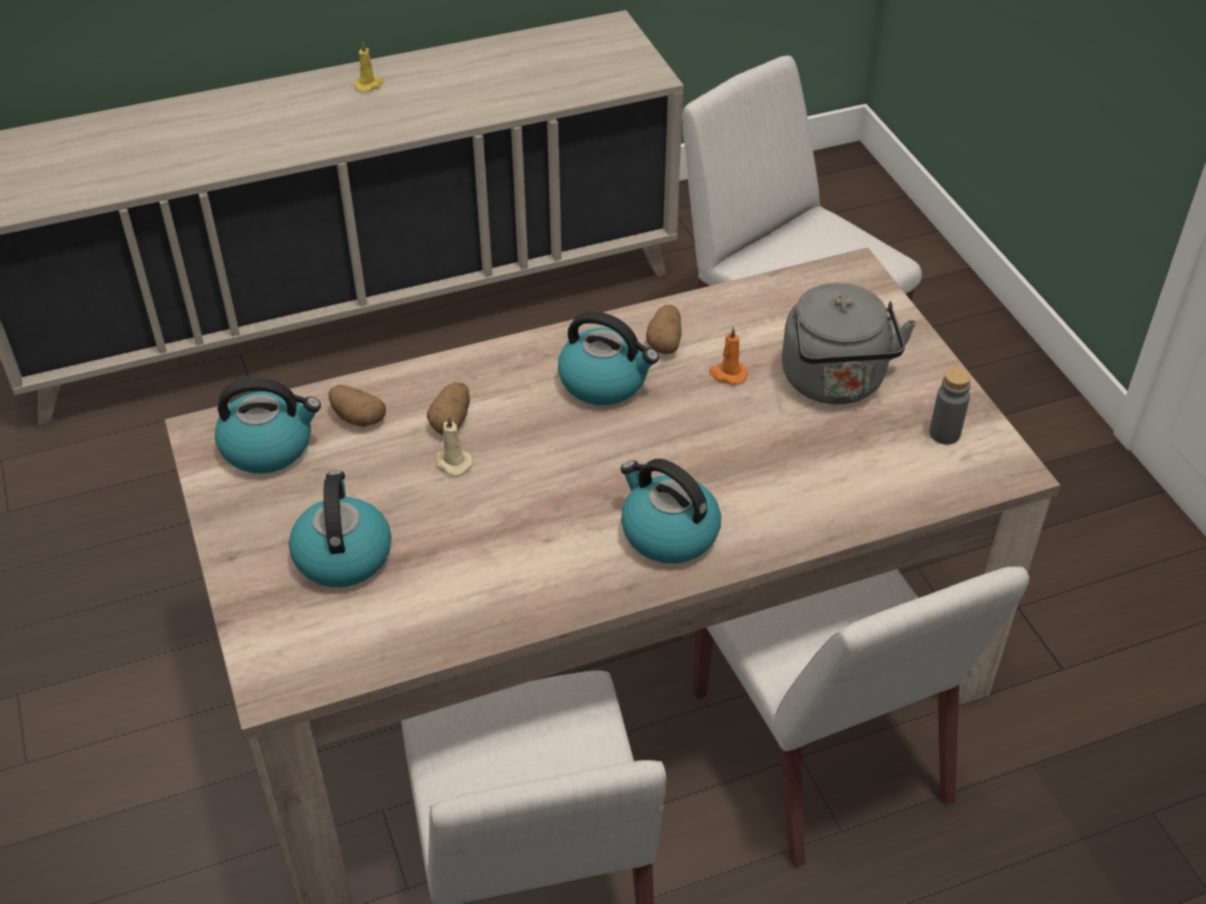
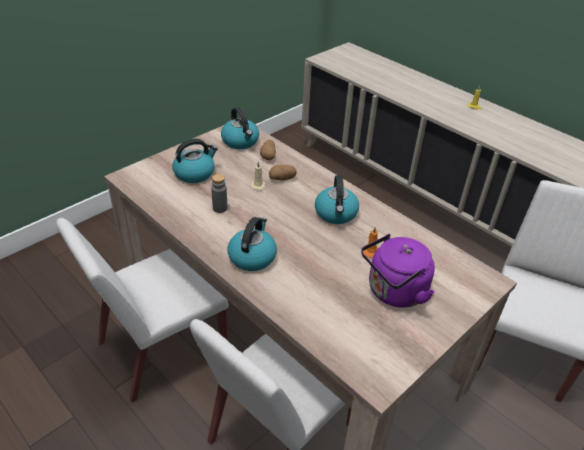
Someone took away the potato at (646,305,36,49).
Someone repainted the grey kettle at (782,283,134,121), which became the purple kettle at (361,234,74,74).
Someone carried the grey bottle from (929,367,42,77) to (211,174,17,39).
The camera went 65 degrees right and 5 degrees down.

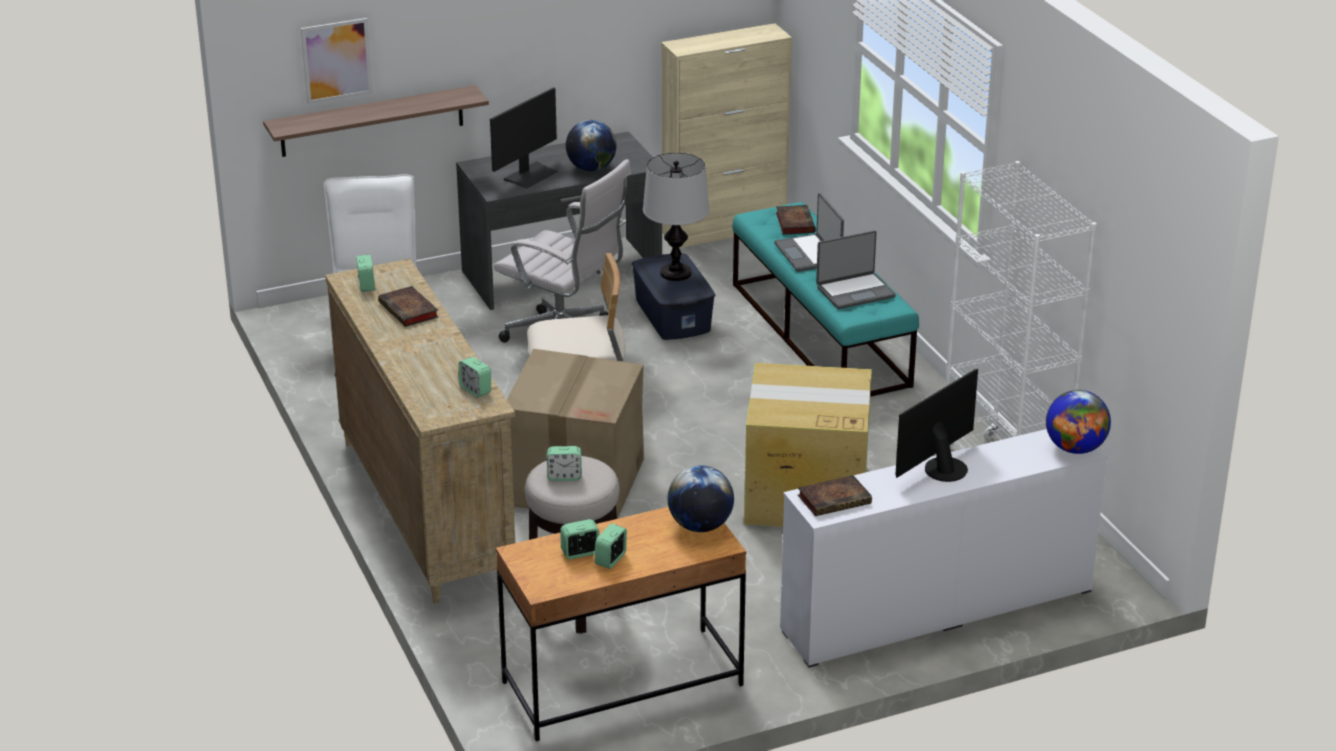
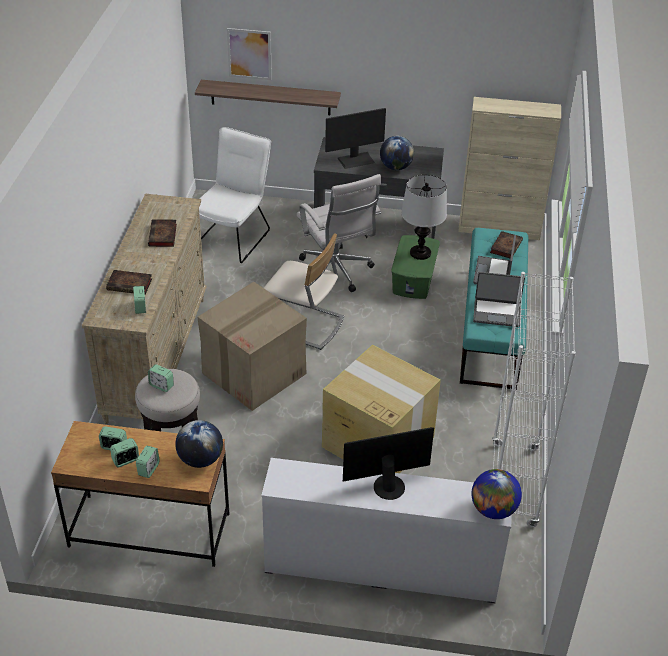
Someone carried the alarm clock from (356,255,19,37) to (136,446,24,32).
Someone repainted the blue storage box at (632,253,83,87), which became the green storage box at (391,235,49,64).
Someone carried the book from (798,475,74,41) to (106,270,46,25).
The camera went 30 degrees right and 10 degrees up.

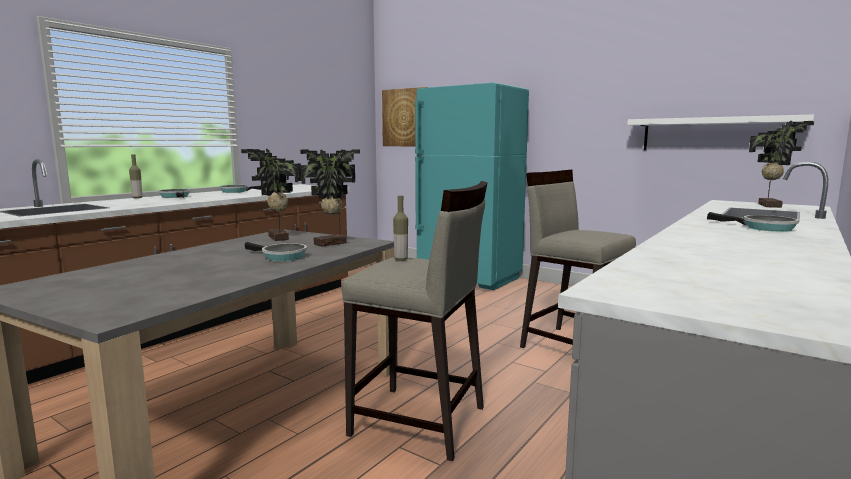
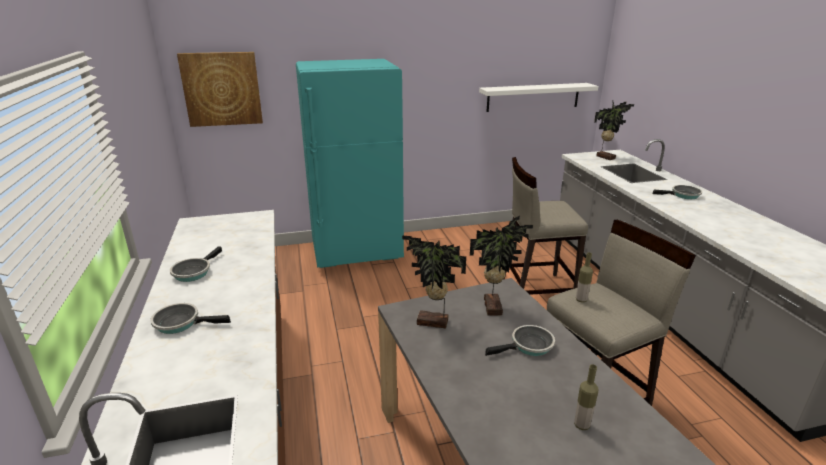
Someone carried the bottle from (129,154,14,44) to (574,364,24,66).
The camera went 50 degrees left and 15 degrees up.

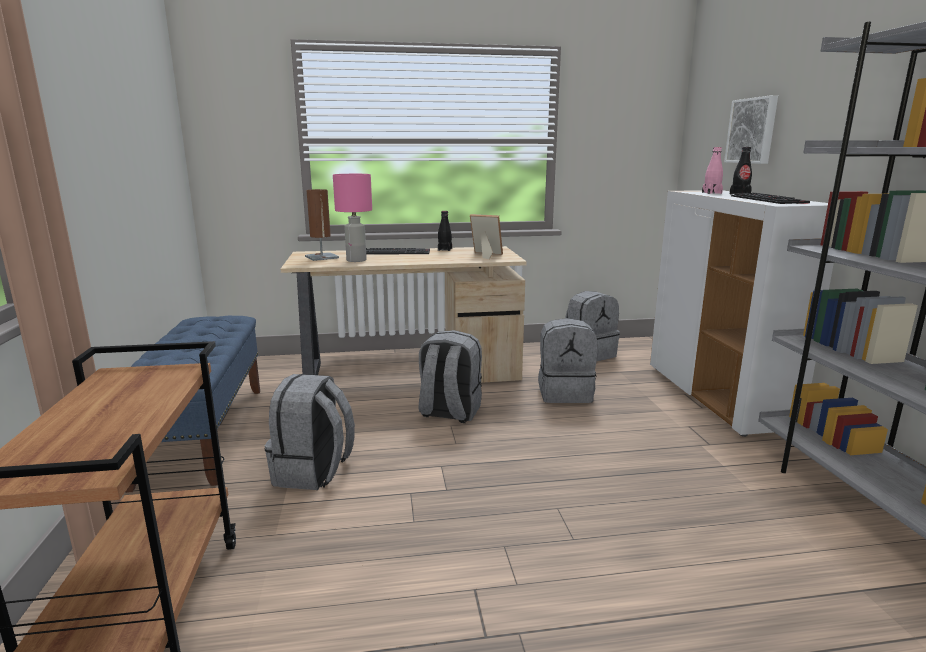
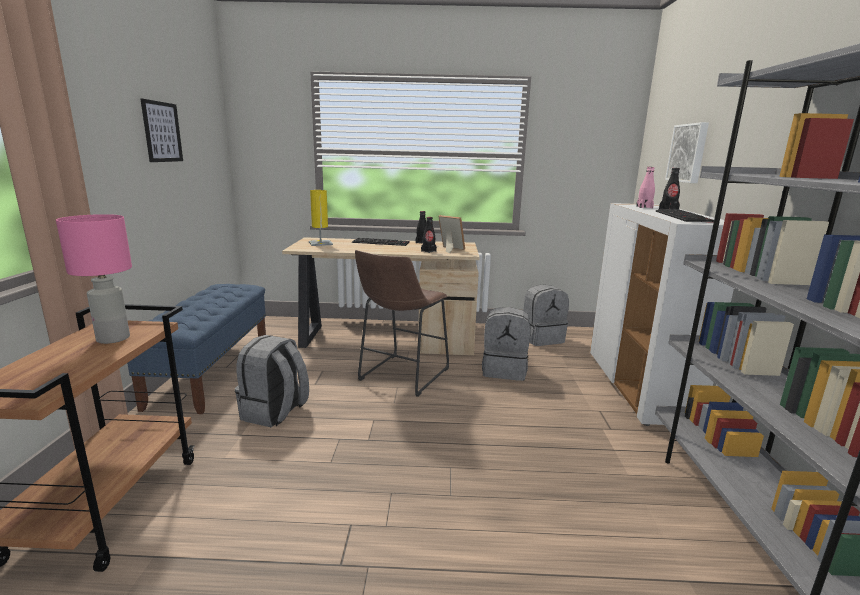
Someone repainted the brown table lamp at (305,189,34,72), which became the yellow table lamp at (309,190,24,56).
Someone carried the pink table lamp from (333,174,39,88) to (56,214,76,130).
Someone swapped the grey backpack at (418,330,64,93) for the brown stool at (355,250,94,147).
Someone put up the picture at (141,99,42,63).
Someone put down the black bottle at (421,217,16,36).
The camera went 10 degrees right and 0 degrees up.

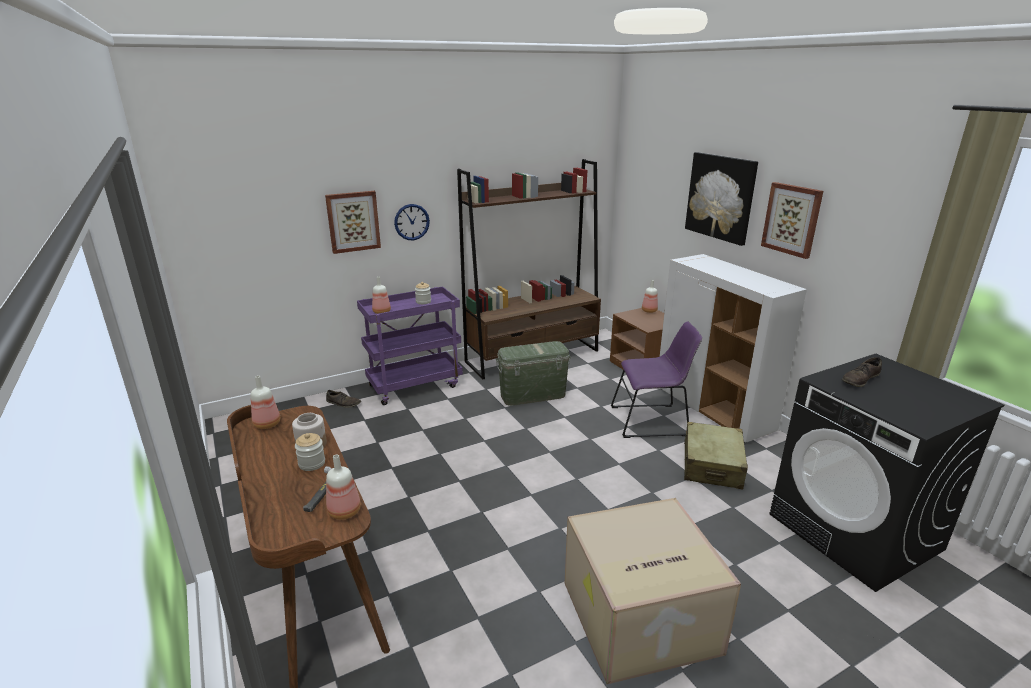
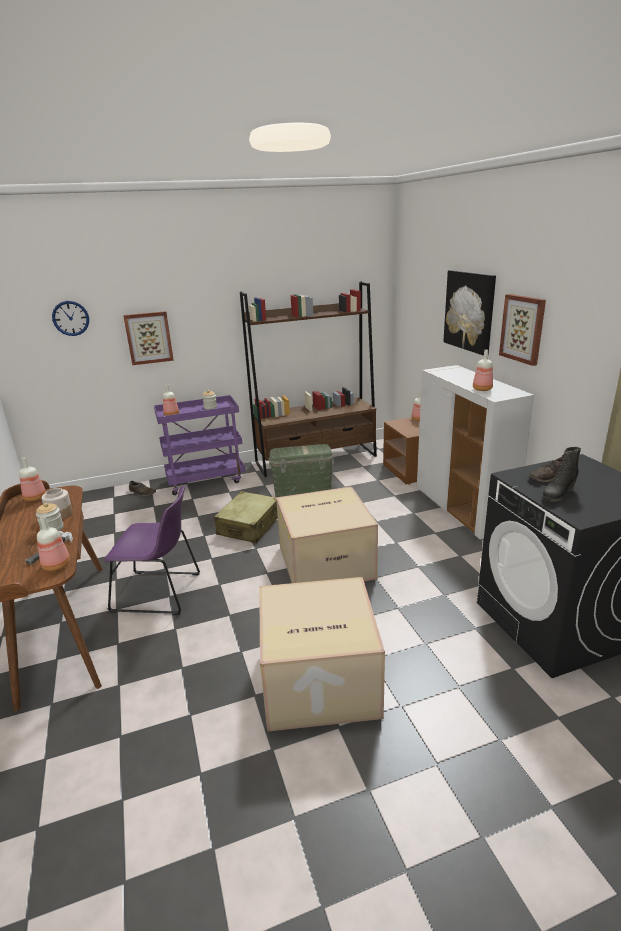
Someone carried the wall clock from (394,204,36,36) to (52,301,37,35).
Someone carried the purple chair from (611,321,91,117) to (104,485,96,130).
Someone carried the beige suitcase from (684,422,64,67) to (214,491,64,52).
Someone put down the cardboard box at (276,486,102,97).
Someone put down the bottle at (473,350,20,41).
Someone put down the black boot at (542,447,39,55).
The camera went 10 degrees right and 0 degrees up.

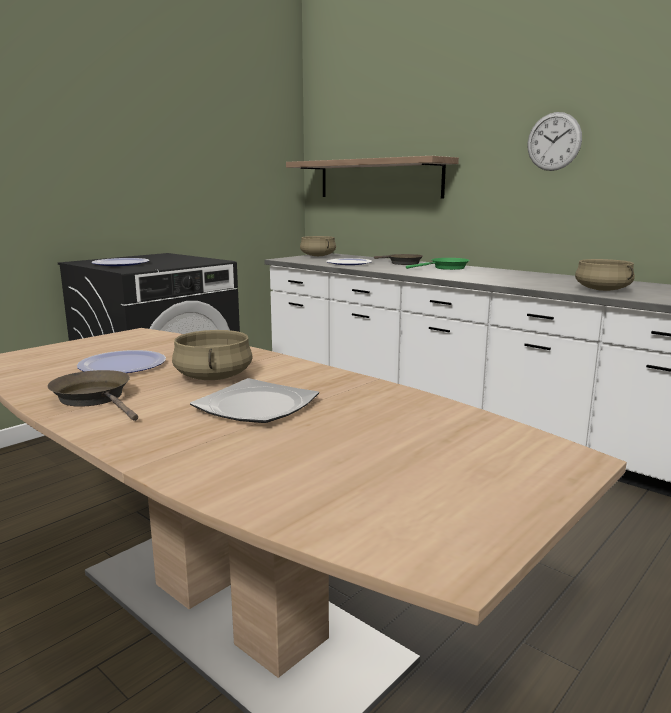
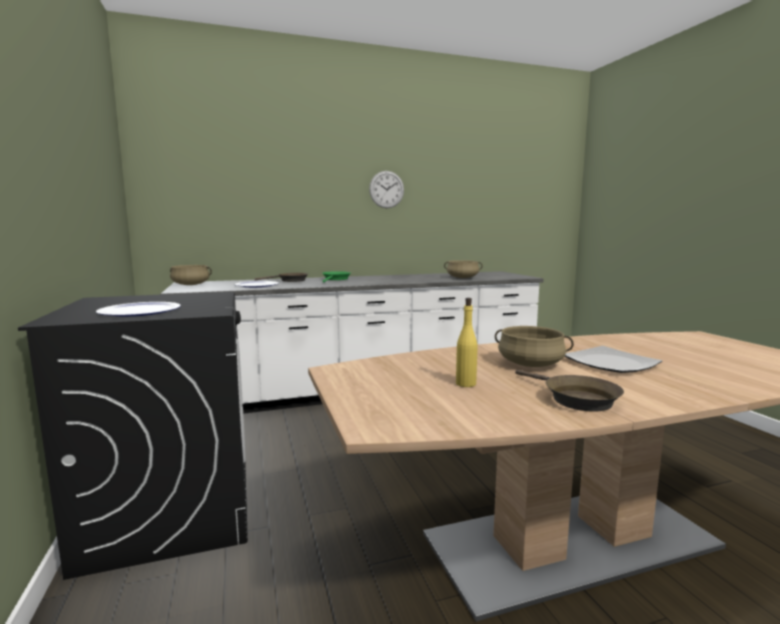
Someone rotated the brown frying pan at (47,370,91,51) by 105 degrees counterclockwise.
Someone swapped the plate at (77,350,89,23) for the yellow bottle at (456,298,22,89).
Someone took away the shelf at (286,156,173,42).
The camera went 60 degrees left and 5 degrees down.

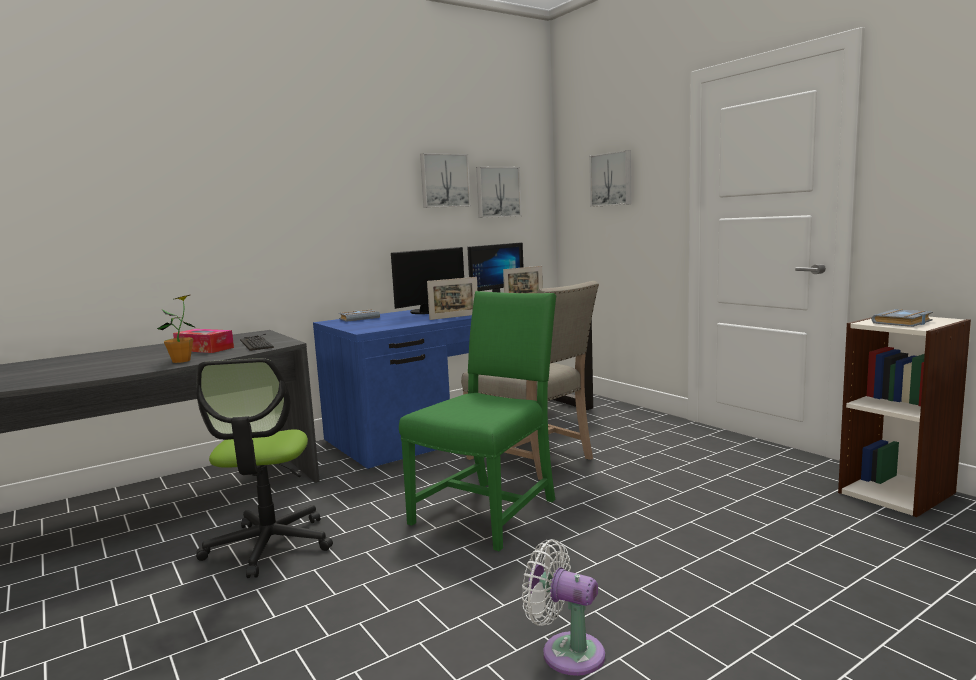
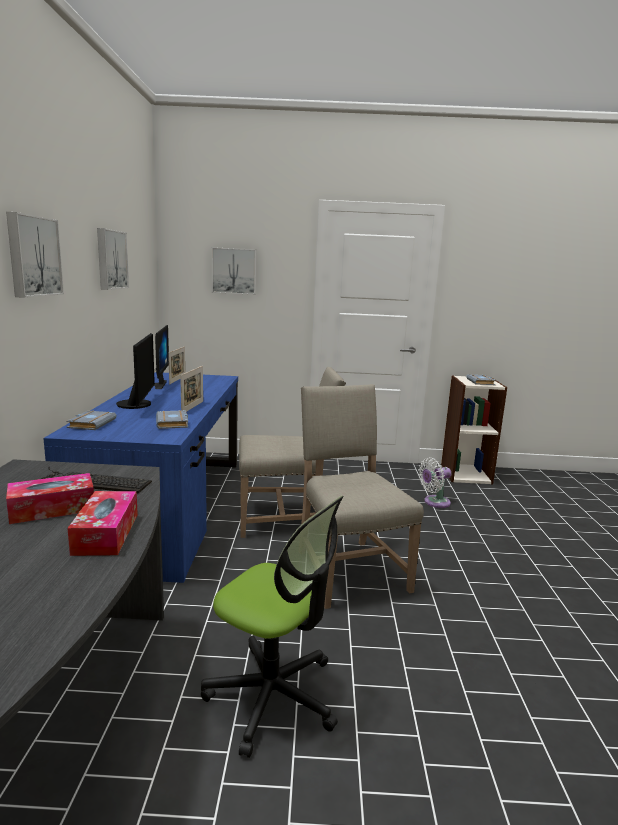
Someone swapped the potted plant at (157,295,39,68) for the tissue box at (67,491,71,65).
Someone repainted the green chair at (399,291,157,260), which became the beige chair at (301,384,123,225).
Someone carried the picture from (476,167,46,51) to (6,212,58,86).
Someone carried the white fan from (522,539,83,137) to (418,458,33,50).
Someone put down the grey book at (156,410,32,19).
The camera went 55 degrees left and 5 degrees up.

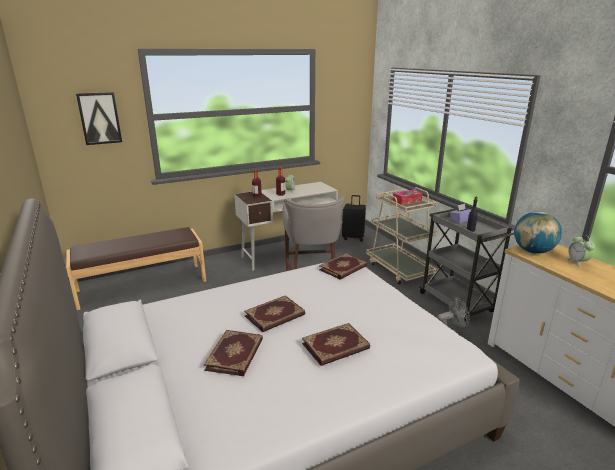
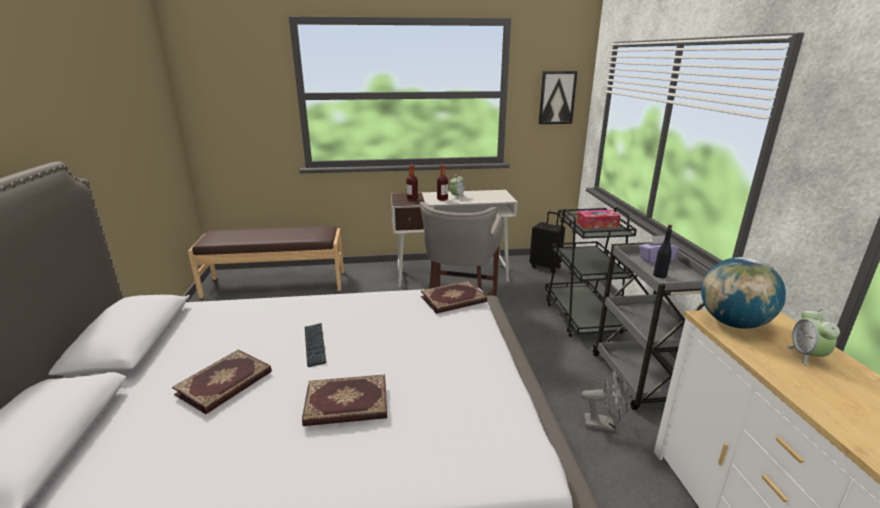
Someone carried the picture from (76,92,46,53) to (539,71,39,53).
Someone swapped the book at (244,295,61,37) for the keyboard at (305,323,21,44).
Someone repainted the beige cart at (366,187,71,98), which became the black cart at (545,207,92,130).
The camera went 20 degrees right and 0 degrees up.

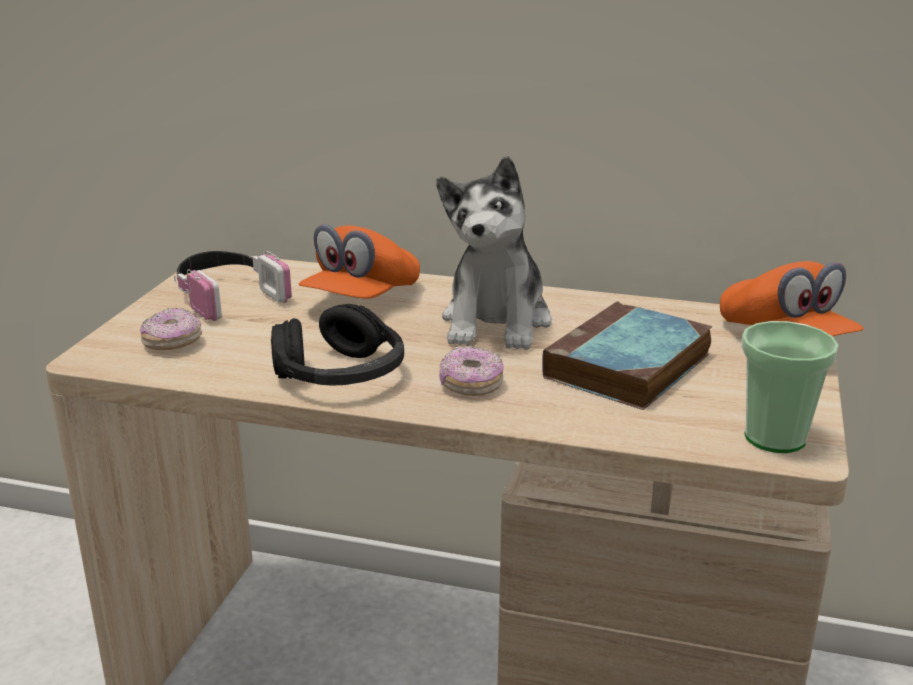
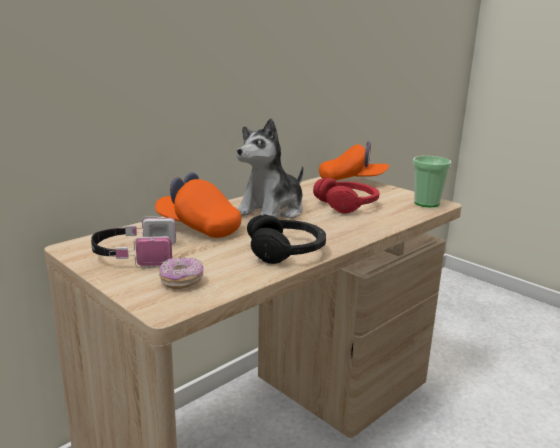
Someone rotated the orange cap at (298,224,122,75) by 150 degrees clockwise.
Someone rotated the plush toy at (436,156,116,194) by 90 degrees clockwise.
Someone took away the donut at (439,346,65,50).
Someone swapped the book at (542,301,171,109) for the red headphones at (313,178,66,36).
The camera went 60 degrees left and 5 degrees down.

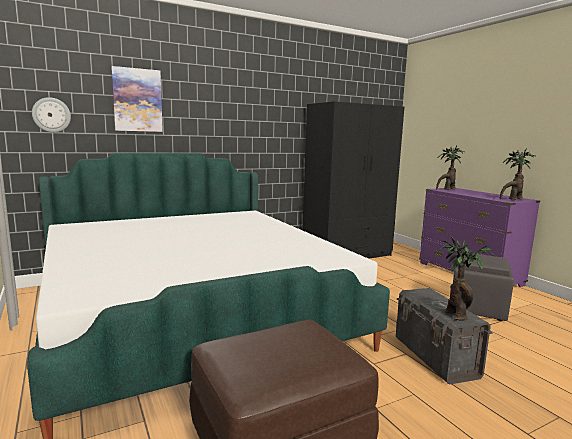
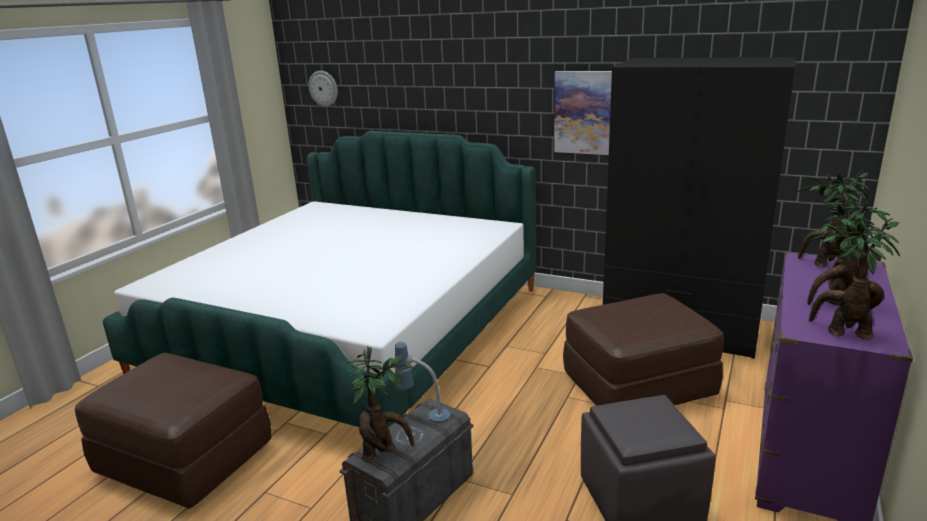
Someone carried the picture from (111,66,52,66) to (554,71,58,84).
Someone put down the table lamp at (394,342,56,81).
Someone put down the brown ottoman at (563,293,161,113).
Someone put down the potted plant at (807,191,83,115).
The camera went 55 degrees right and 10 degrees up.

